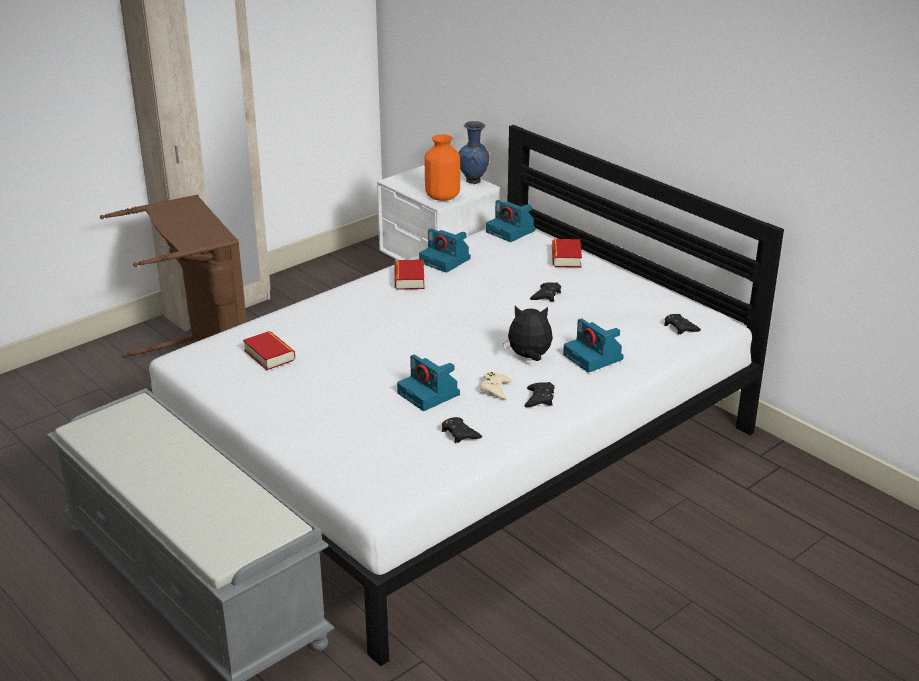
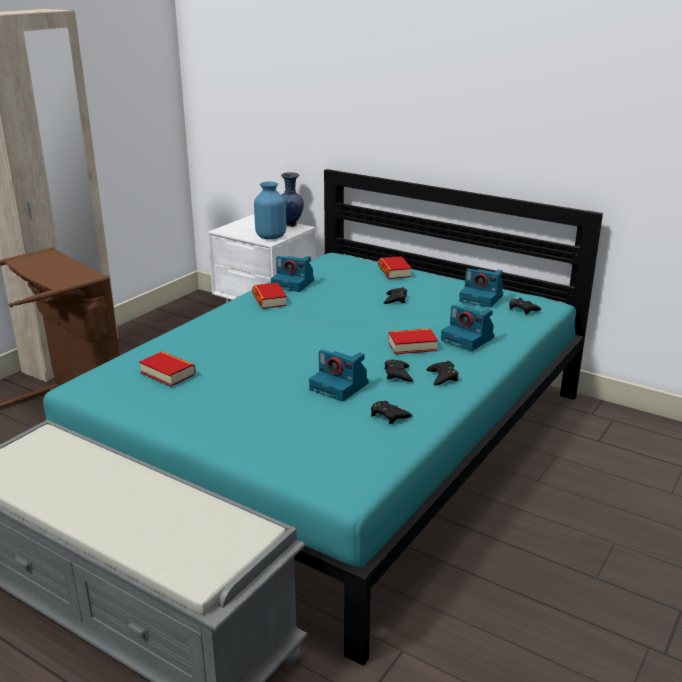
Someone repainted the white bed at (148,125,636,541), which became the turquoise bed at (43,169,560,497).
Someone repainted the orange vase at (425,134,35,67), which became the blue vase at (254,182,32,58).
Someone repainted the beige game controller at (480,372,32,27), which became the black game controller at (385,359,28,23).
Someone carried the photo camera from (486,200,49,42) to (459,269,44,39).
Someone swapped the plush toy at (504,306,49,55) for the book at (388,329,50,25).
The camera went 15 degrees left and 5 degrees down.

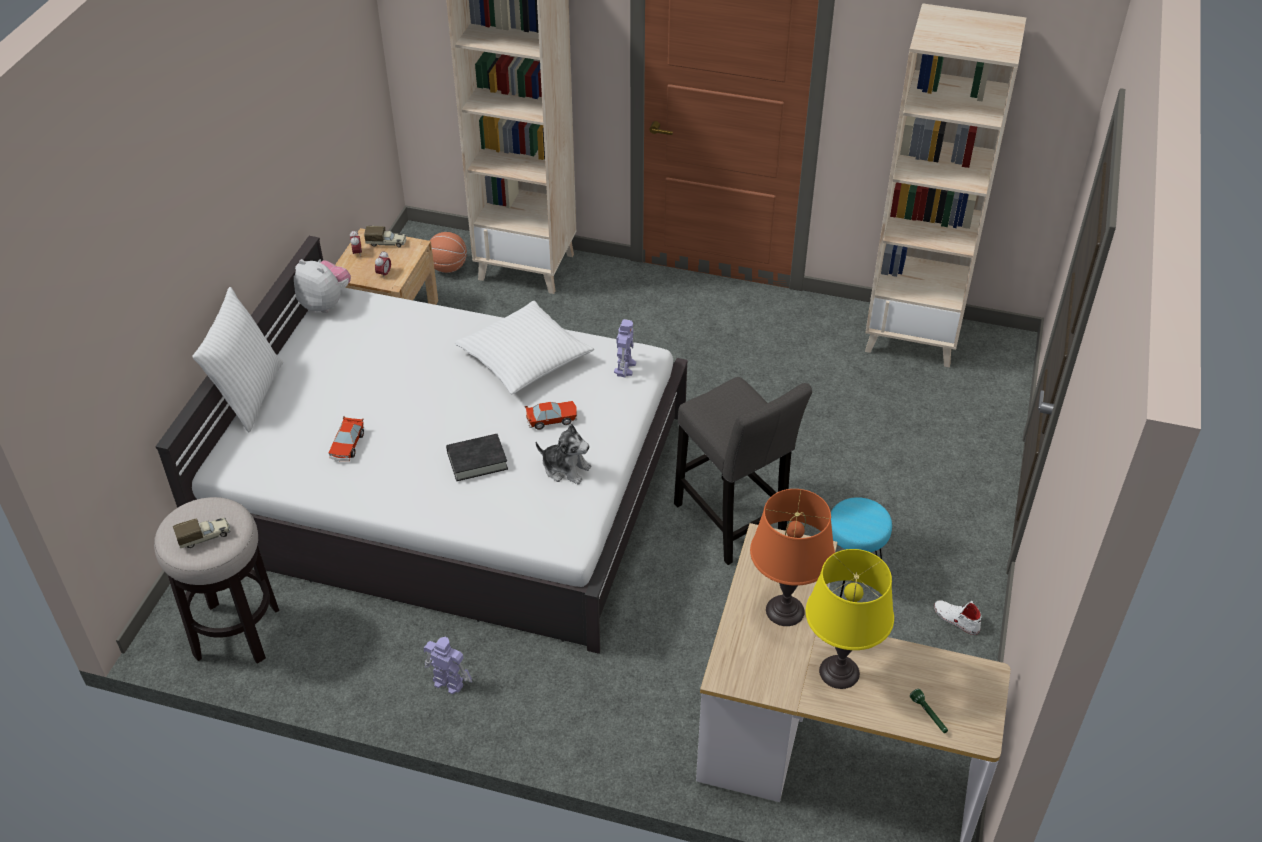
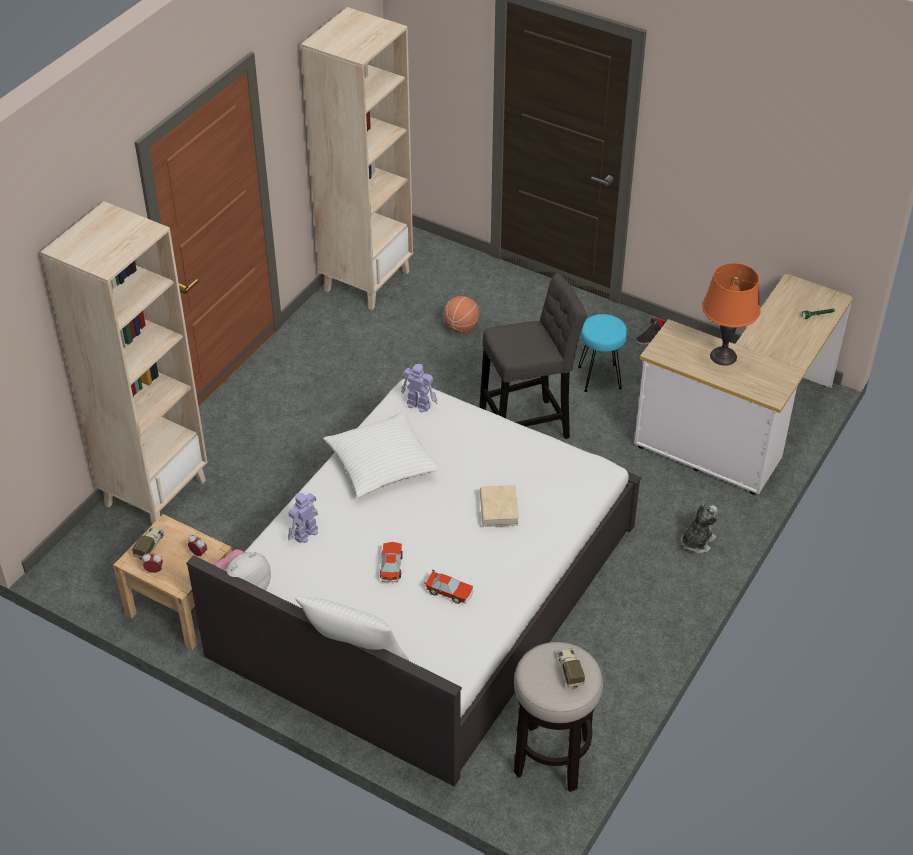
Someone carried the toy robot from (423,637,49,57) to (288,493,30,50).
Someone carried the basketball from (430,232,37,41) to (443,296,37,37).
Someone repainted the black book at (446,434,62,47), which became the beige book at (480,485,39,42).
Someone carried the toy car from (525,401,52,29) to (380,542,23,41).
Someone carried the plush toy from (536,424,55,61) to (681,504,38,50).
Someone took away the yellow table lamp at (806,549,88,140).
Someone repainted the white shoe at (934,600,47,35), which became the black shoe at (636,318,30,27).
The camera went 75 degrees left and 0 degrees up.

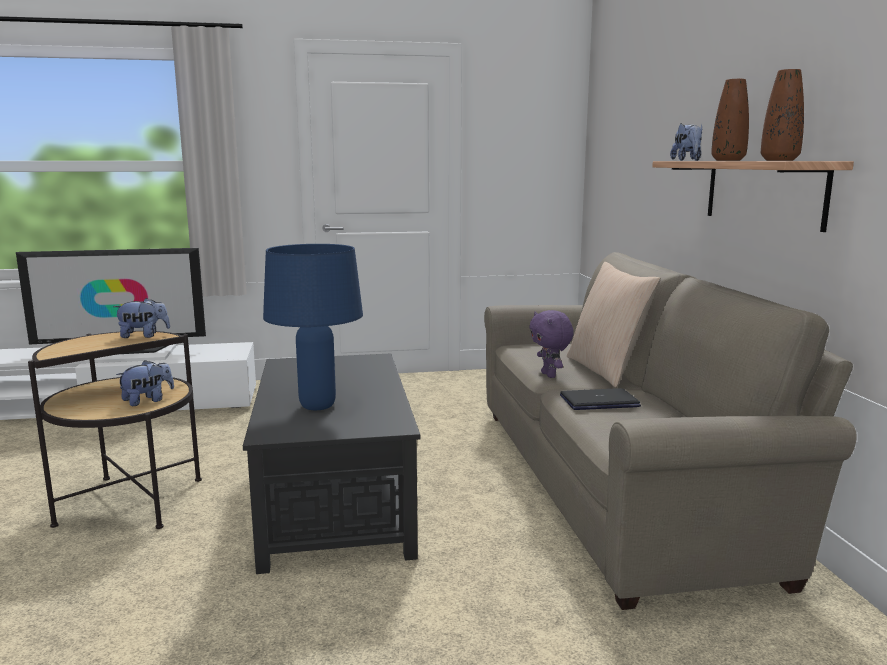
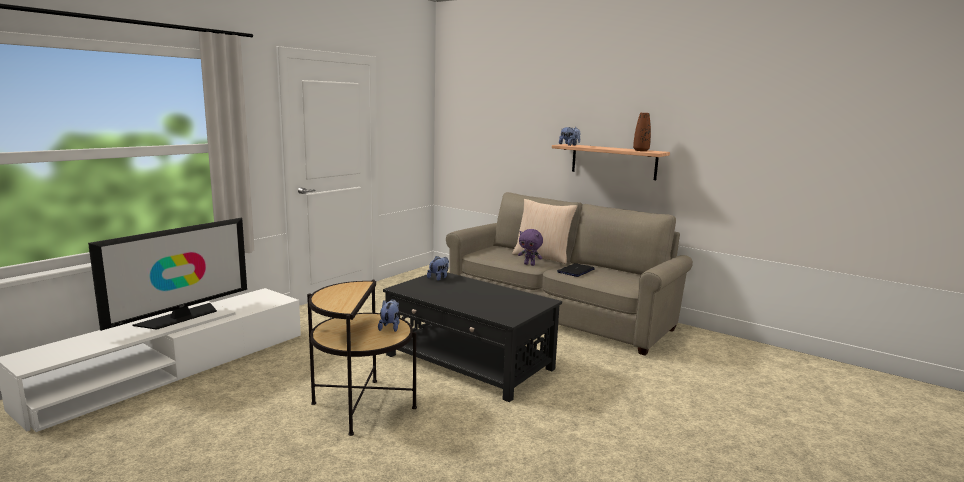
Someone carried the plush toy from (113,298,57,40) to (427,256,22,25).
Someone took away the blue table lamp at (263,244,100,166).
Someone took away the brown vase at (711,79,38,82).
The camera went 45 degrees left and 0 degrees up.

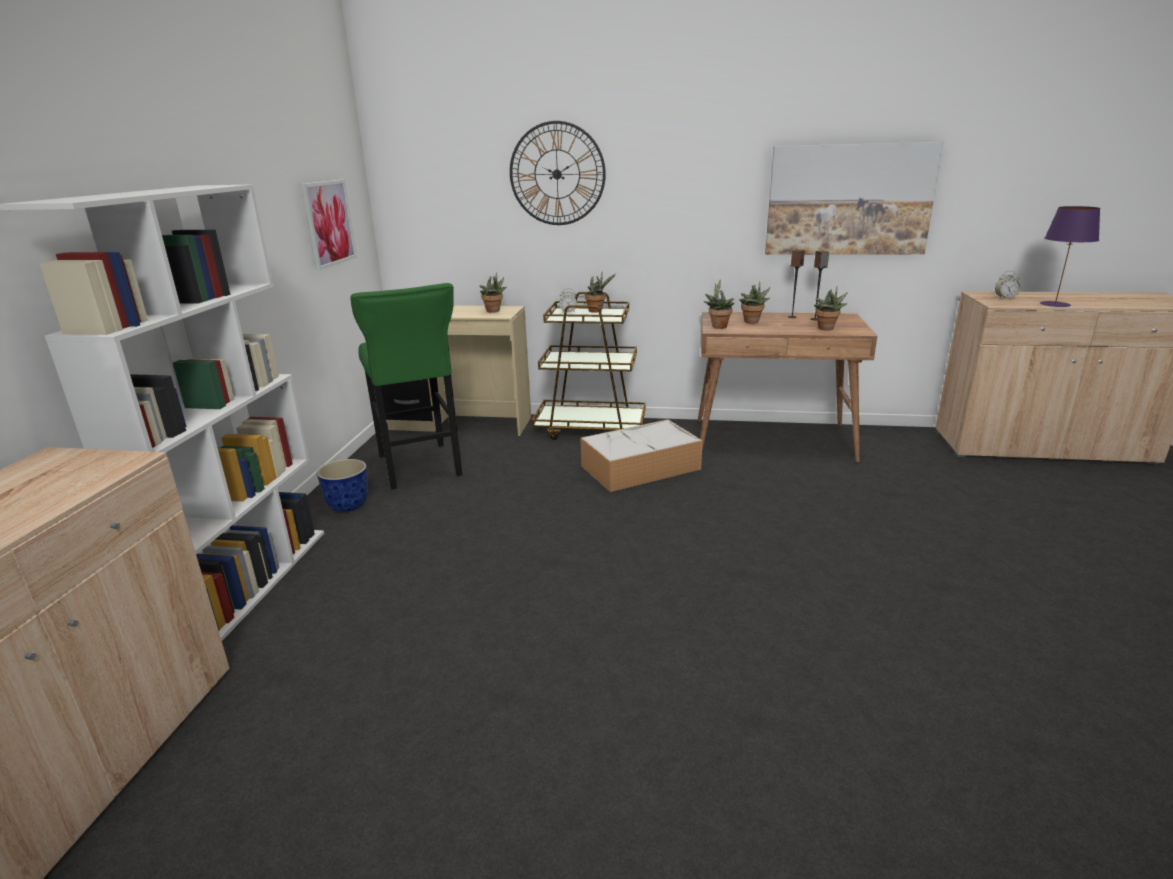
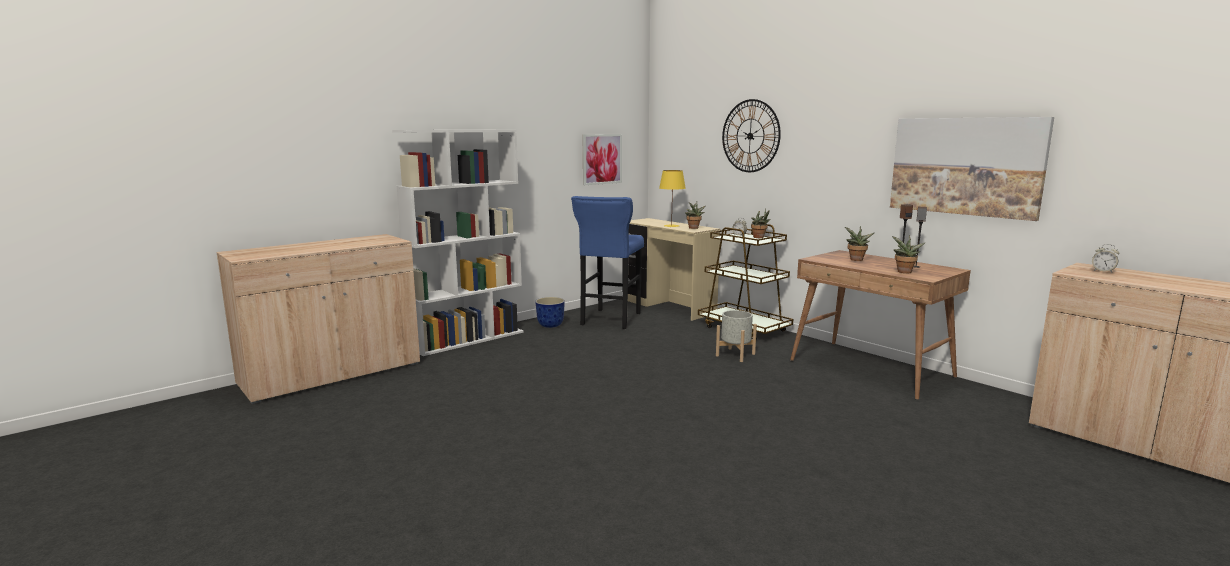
Someone repainted the green stool at (350,283,112,207), which became the blue stool at (571,196,73,133).
Someone swapped the storage box at (581,419,122,73) for the grey planter at (716,310,41,52).
Someone took away the potted plant at (704,279,30,50).
Someone took away the purple table lamp at (1040,206,60,101).
Someone put down the yellow table lamp at (659,170,27,57).
The camera went 40 degrees right and 10 degrees down.

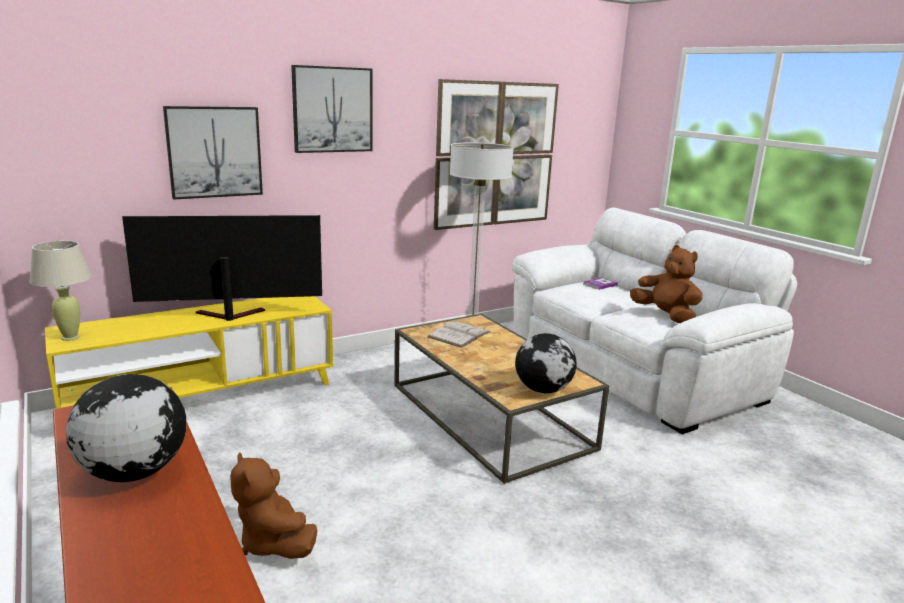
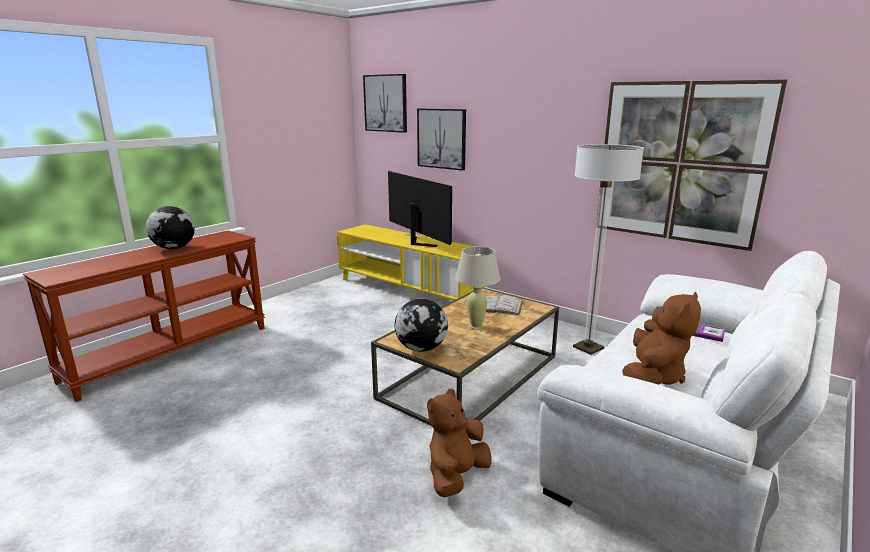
Someone carried the beige table lamp from (29,241,63,100) to (455,246,45,84).
Someone carried the brown plush toy from (230,452,87,107) to (427,389,65,108).
Someone carried the picture from (291,65,81,88) to (363,74,44,59).
The camera went 70 degrees right and 0 degrees up.

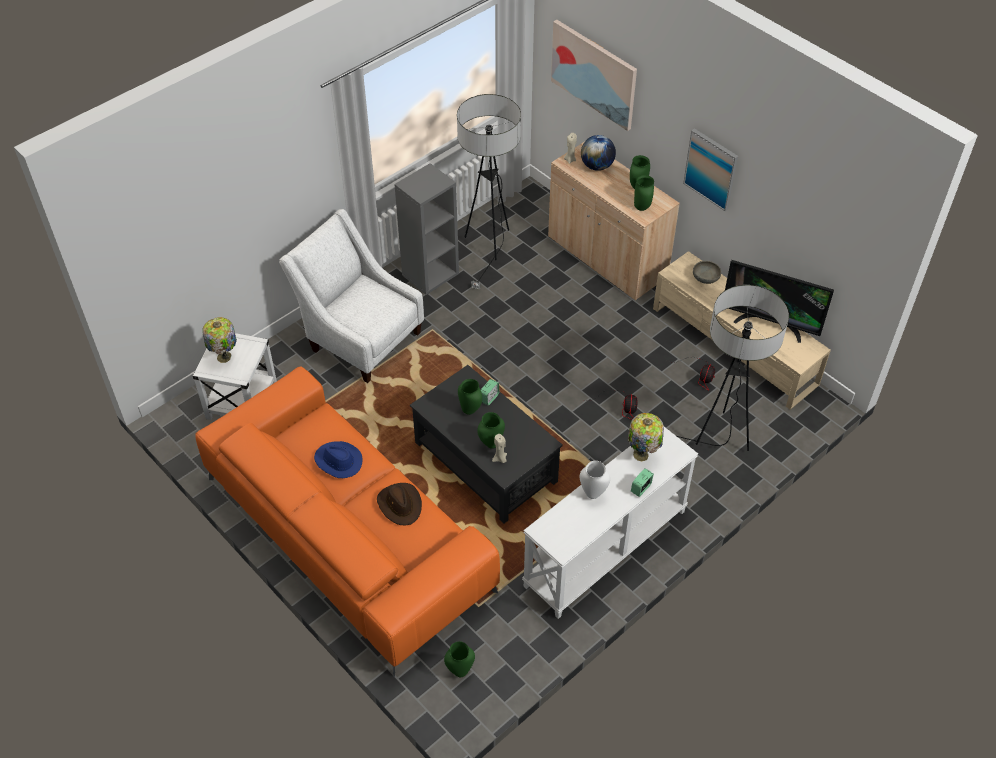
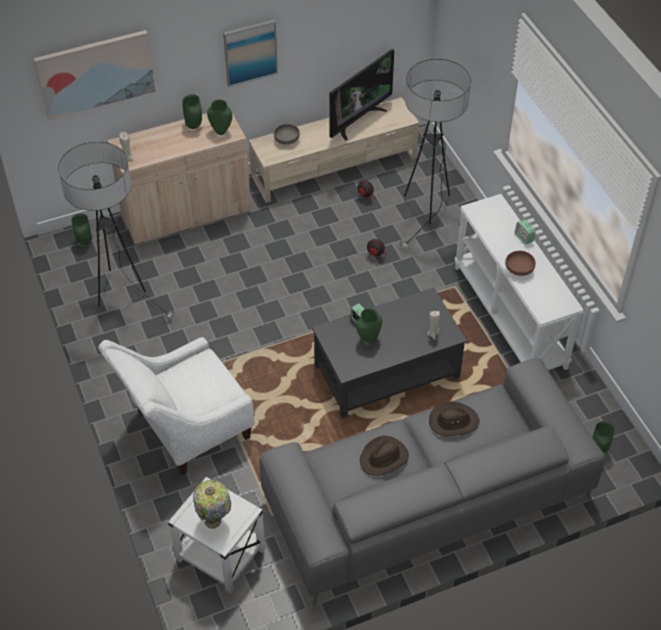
Someone repainted the orange sofa at (195,366,305,311), which became the grey sofa at (259,358,346,249).
Someone repainted the blue hat at (314,441,49,37), which became the brown hat at (360,436,49,40).
Someone took away the grey bookcase at (394,163,65,132).
Someone carried the green vase from (477,412,28,37) to (71,213,21,32).
Someone swapped the white vase at (580,461,30,38) for the brown bowl at (505,251,31,25).
Someone took away the globe at (581,135,35,36).
Someone took away the table lamp at (628,413,36,48).
The camera went 70 degrees left and 0 degrees up.

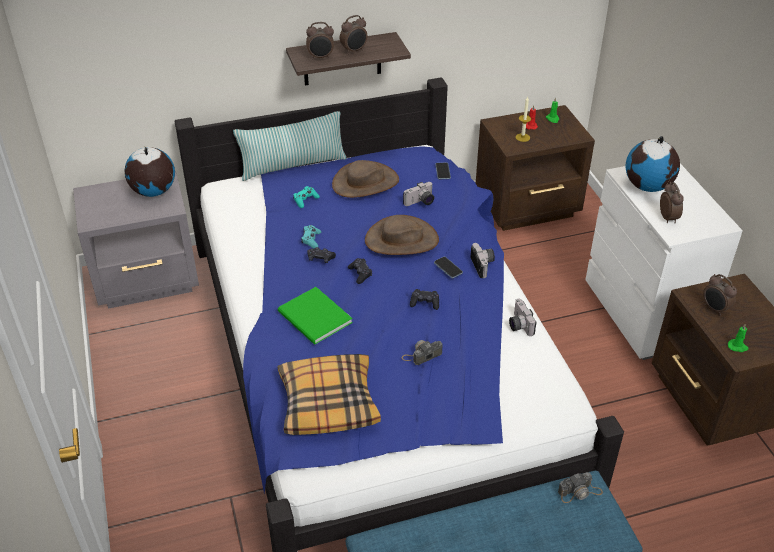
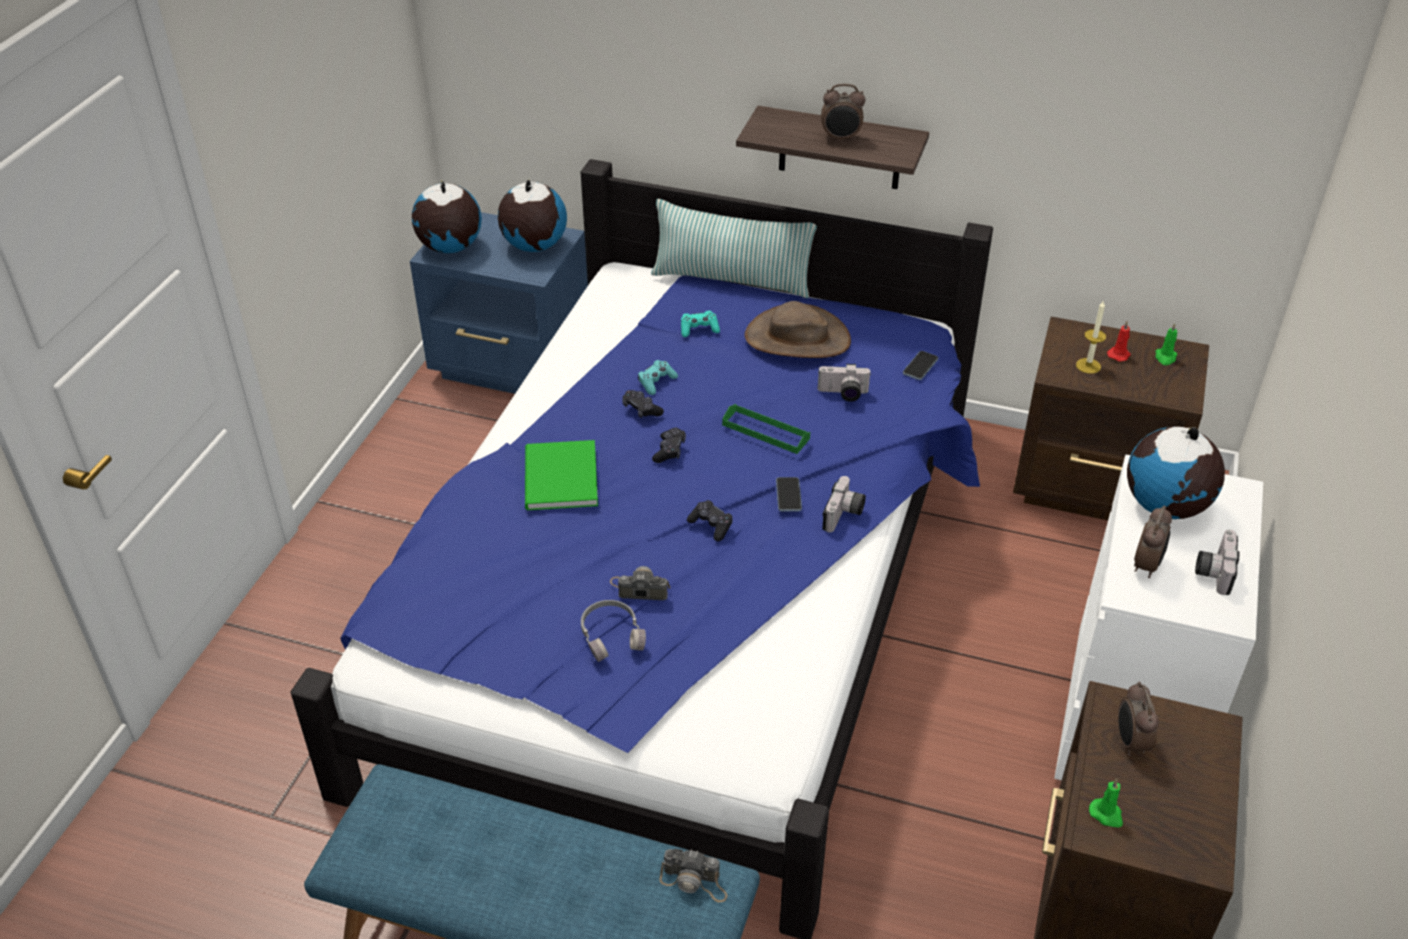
Someone repainted the grey nightstand at (73,171,126,138), which became the blue nightstand at (410,212,178,182).
Someone took away the pillow at (278,354,103,81).
Someone took away the alarm clock at (306,22,28,37).
Someone swapped the brown hat at (365,215,74,40) for the green tray at (722,404,88,50).
Someone carried the photo camera from (509,299,28,37) to (1195,529,44,66).
Someone put down the globe at (412,180,70,73).
Someone put down the grey headphones at (581,600,65,62).
The camera went 35 degrees right and 0 degrees up.

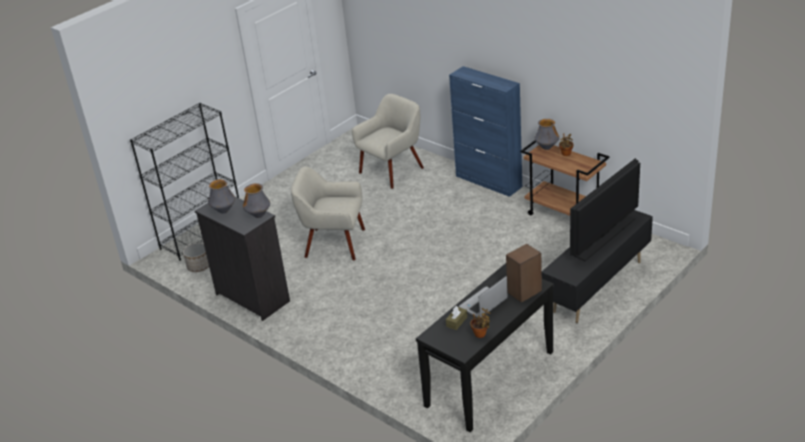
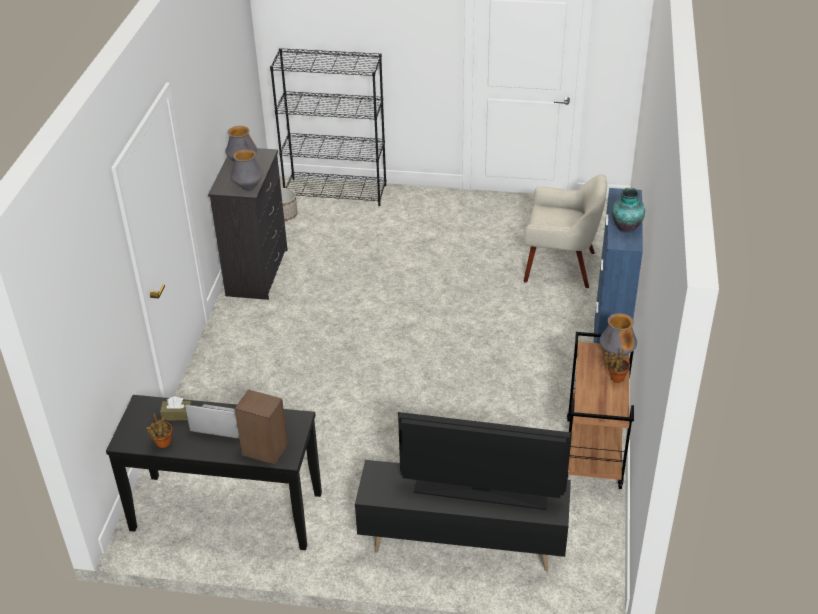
Someone took away the beige armchair at (291,166,74,94).
Someone put down the vase at (612,188,33,45).
The camera went 55 degrees right and 5 degrees up.

